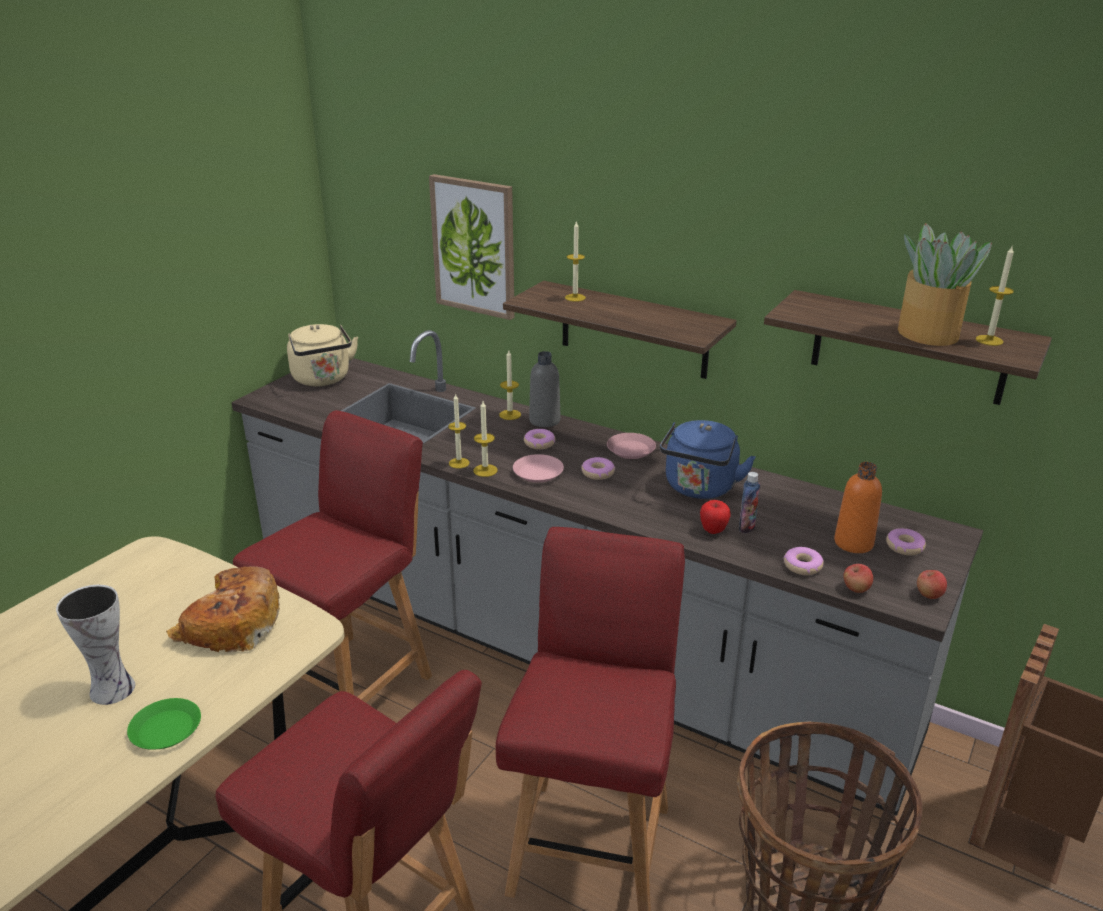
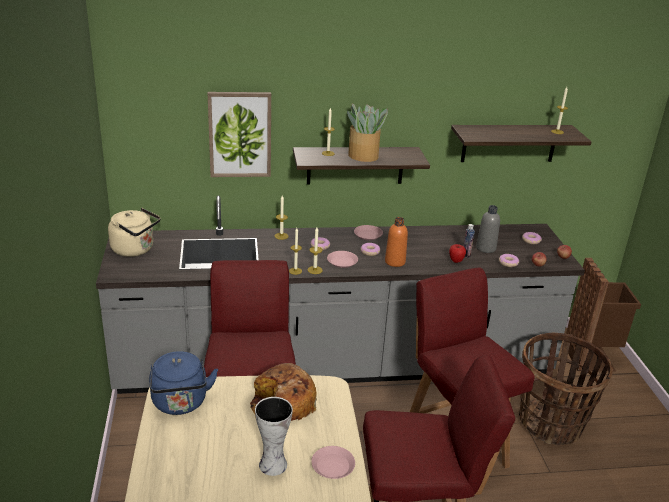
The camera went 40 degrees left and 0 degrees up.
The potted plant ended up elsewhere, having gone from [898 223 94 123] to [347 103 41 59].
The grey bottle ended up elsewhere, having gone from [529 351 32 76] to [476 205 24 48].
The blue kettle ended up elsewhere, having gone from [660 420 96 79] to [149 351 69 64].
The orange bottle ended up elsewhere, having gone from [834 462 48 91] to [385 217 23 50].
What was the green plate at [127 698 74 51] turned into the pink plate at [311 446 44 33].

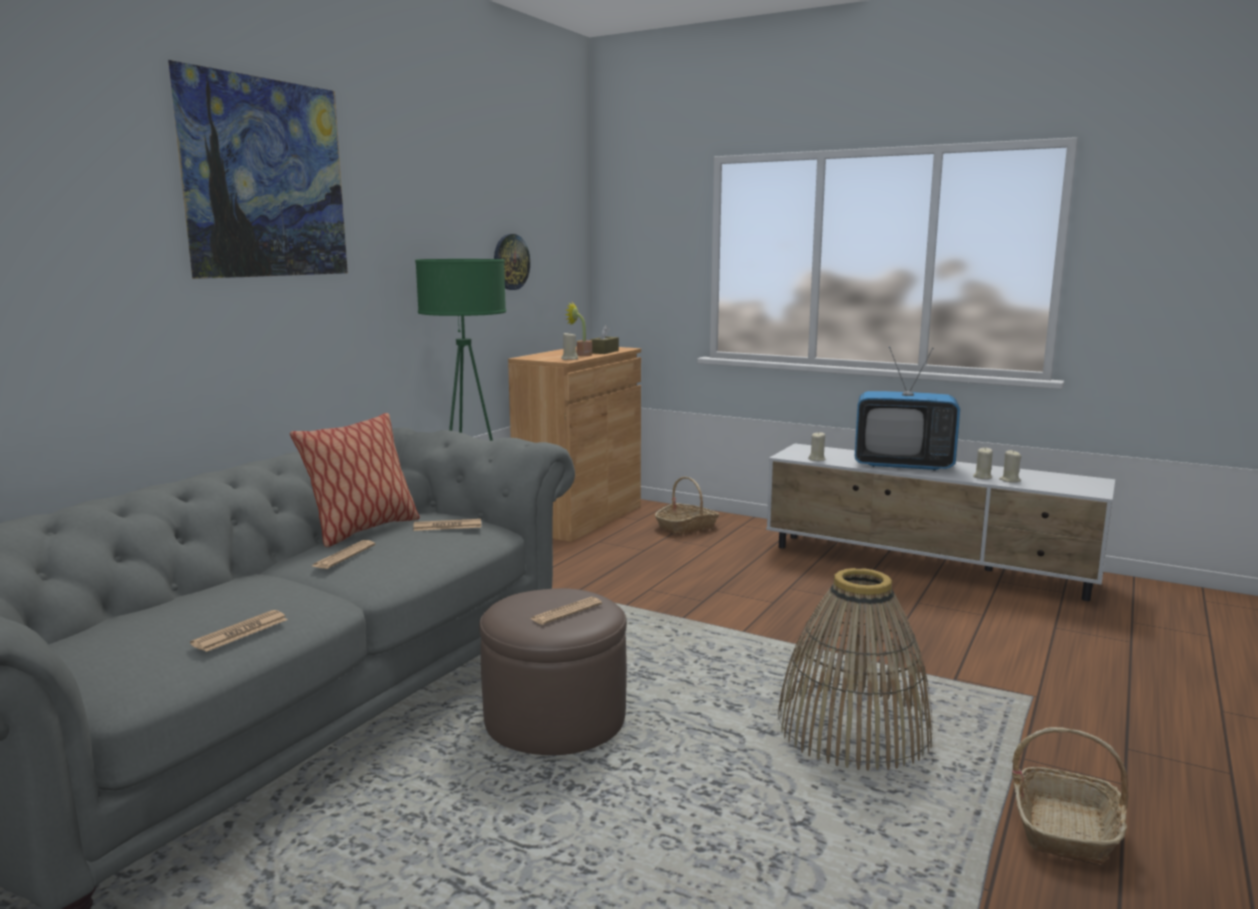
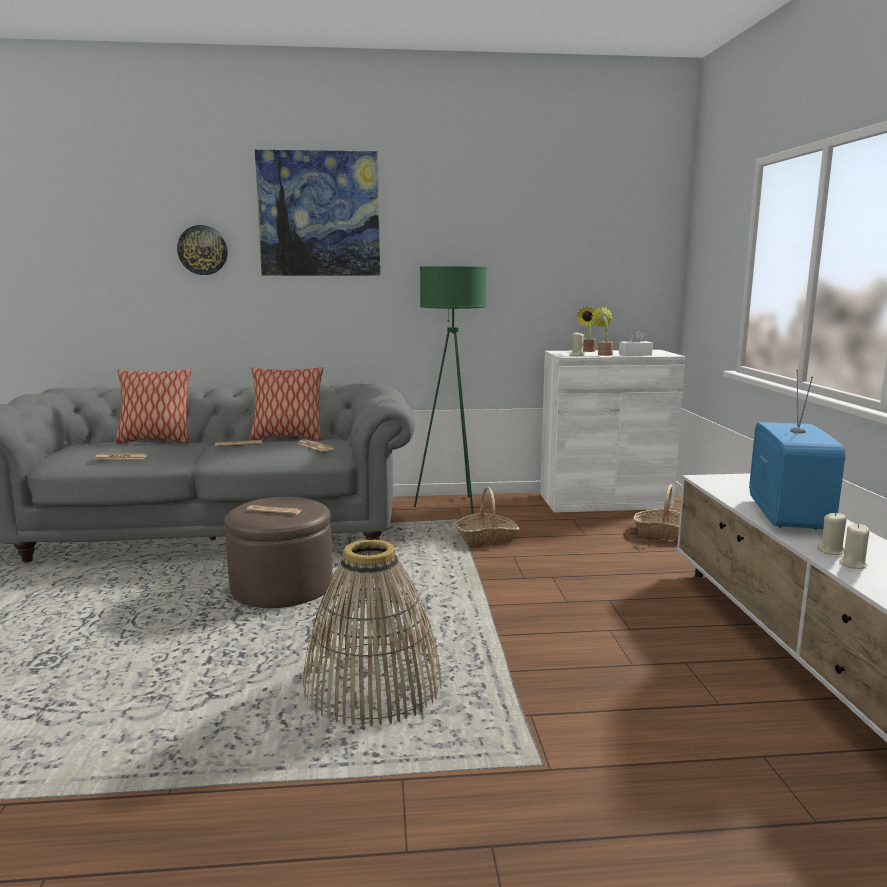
The camera went 55 degrees right and 0 degrees up.
The wall clock ended up elsewhere, having gone from [494 234 36 56] to [177 225 51 50].
What was the brown tissue box at [590 325 29 29] turned into the white tissue box at [619 330 34 26].
What was the brown cabinet at [508 346 133 196] turned into the white cabinet at [540 350 145 163].
The television at [855 347 105 124] ended up facing another way, 150 degrees counterclockwise from before.
The second view lost the beige candle at [808 432 18 29].
The basket ended up elsewhere, having gone from [1012 727 116 139] to [455 487 64 58].
The second view gained the potted plant at [576 306 20 46].
The second view gained the pillow at [115 368 76 76].

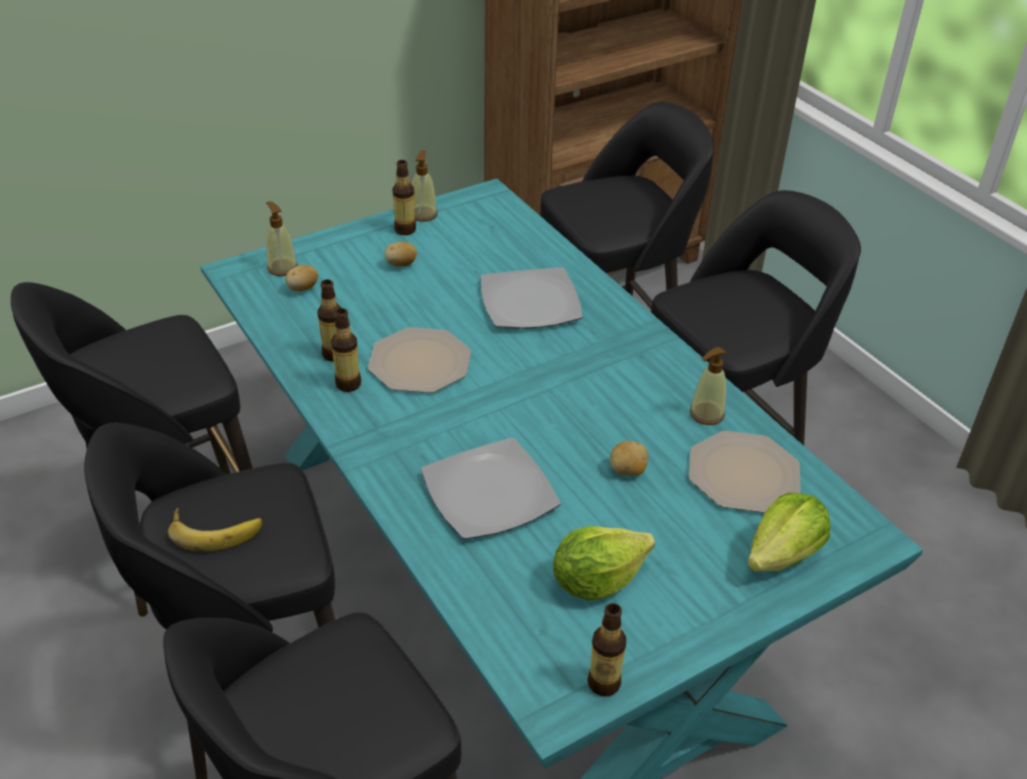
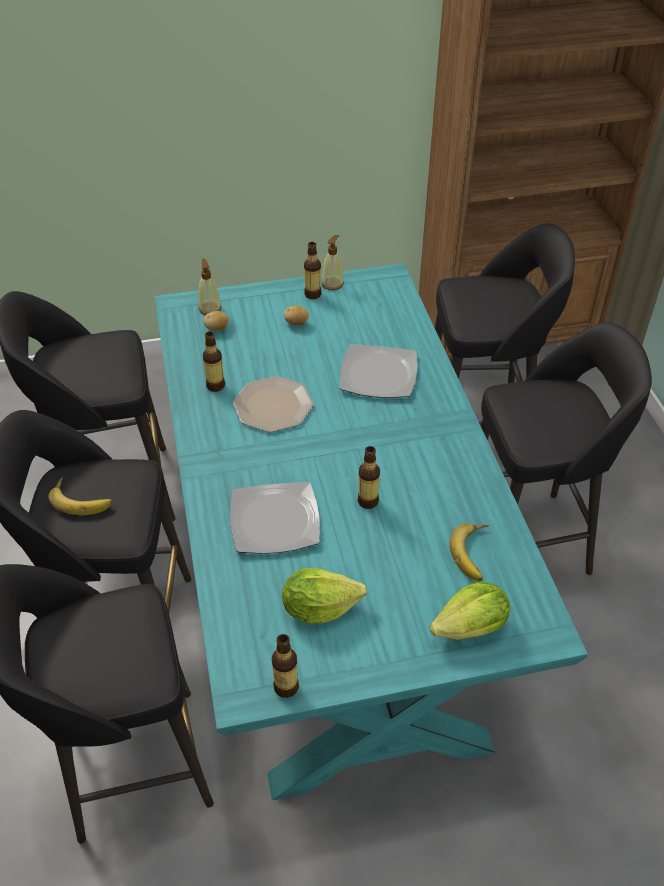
The camera went 20 degrees right and 5 degrees up.
The bottle ended up elsewhere, having gone from [331 308 30 84] to [358 446 22 63].
The second view lost the soap dispenser at [690 347 37 78].
Where the plate stood at [689 431 112 82], the banana came to stand at [450 523 39 58].
The second view lost the potato at [610 441 38 35].

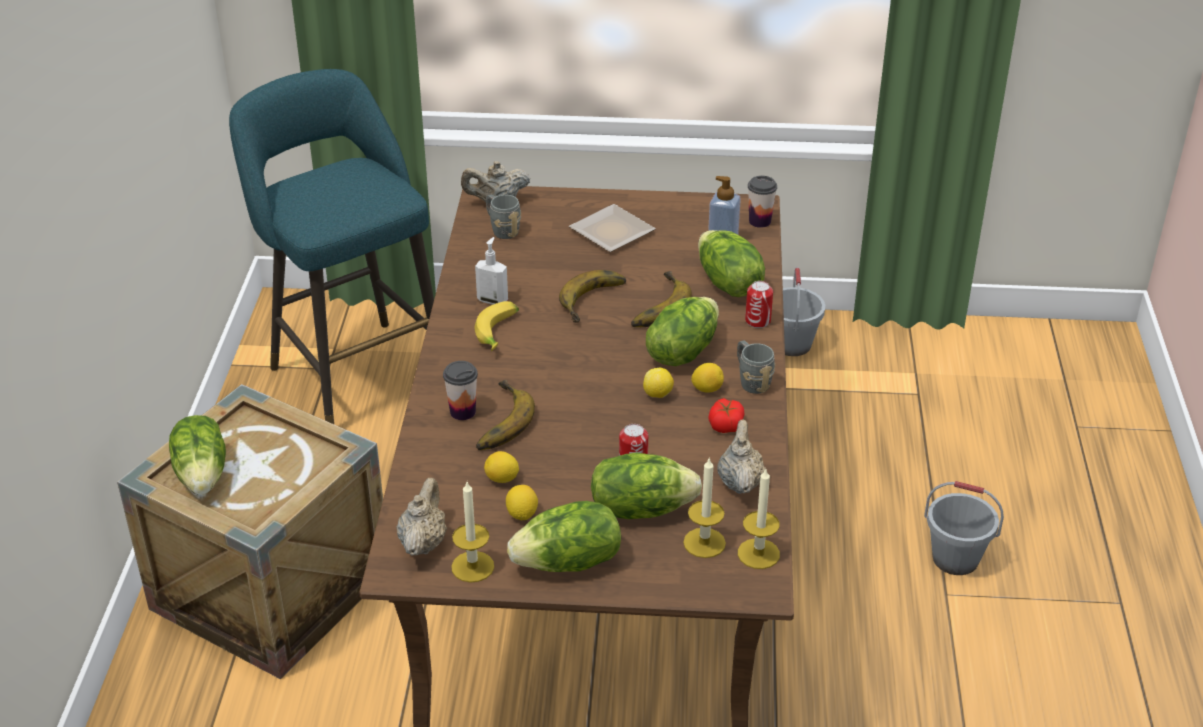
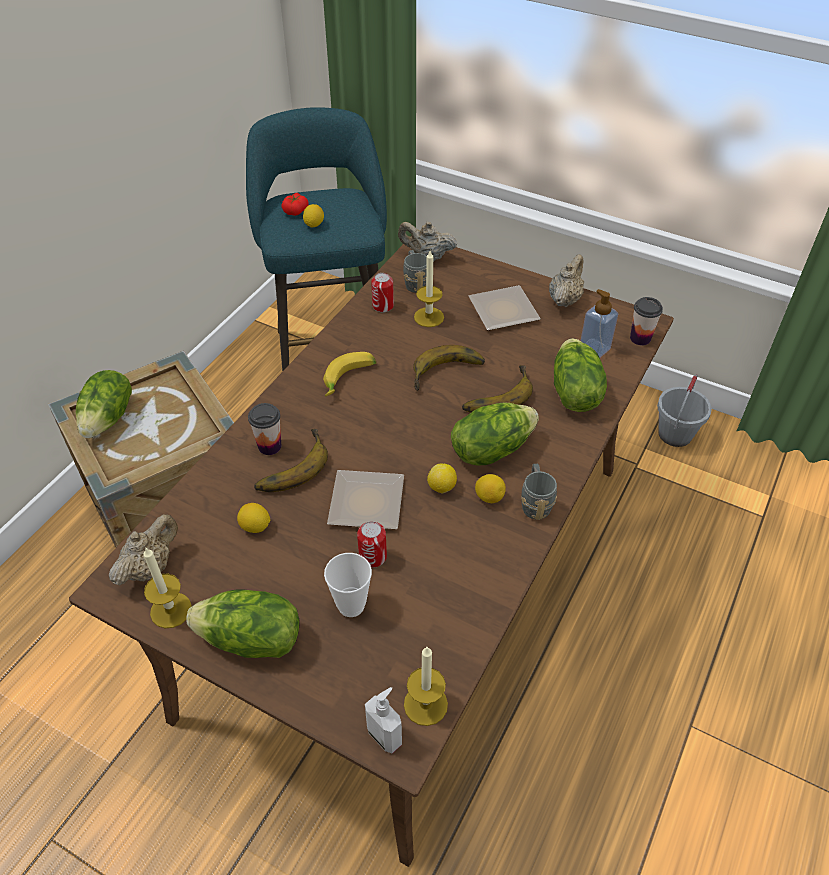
The camera went 25 degrees right and 10 degrees up.
The soap dispenser ended up elsewhere, having gone from [475 237 33 68] to [365 687 37 66].
The can ended up elsewhere, having gone from [745 281 28 47] to [371 273 23 40].
The tomato ended up elsewhere, having gone from [708 398 37 35] to [281 193 28 23].
The beige teapot ended up elsewhere, having gone from [717 419 48 75] to [549 254 35 53].
Where the lettuce stood at [591 452 111 67], the cup came to stand at [324 553 48 64].
The candle ended up elsewhere, having gone from [683 457 43 101] to [414 251 30 76].
The second view lost the grey bucket at [924 481 80 94].
The lemon ended up elsewhere, having gone from [506 485 32 35] to [303 204 21 24].
The second view gained the plate at [327 470 77 59].

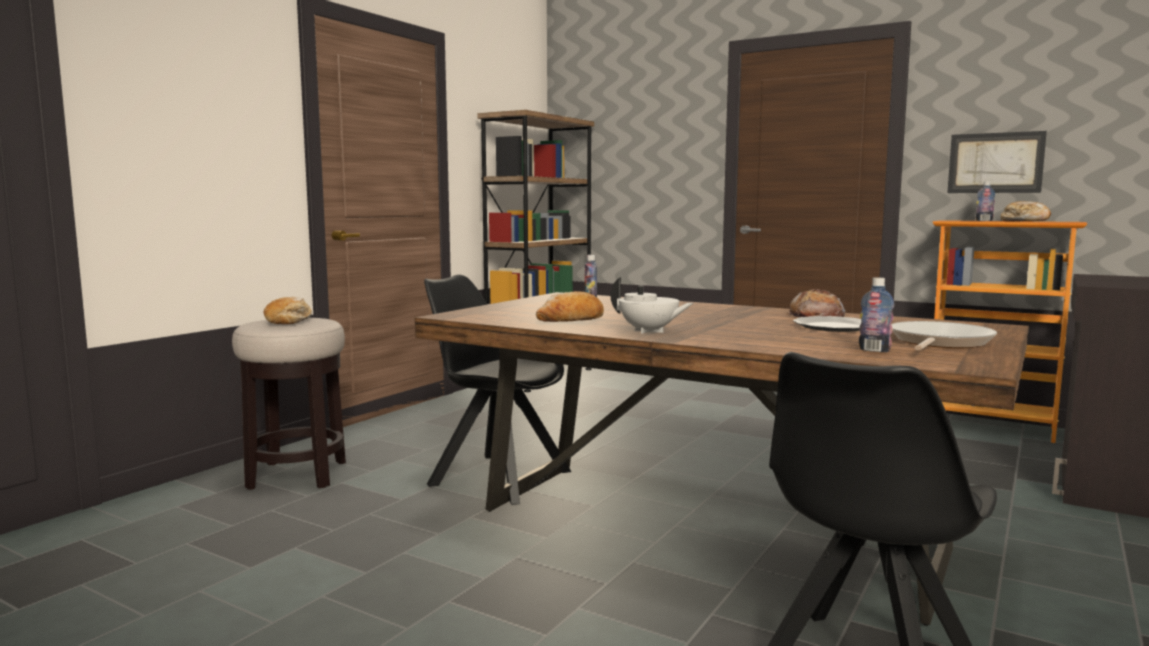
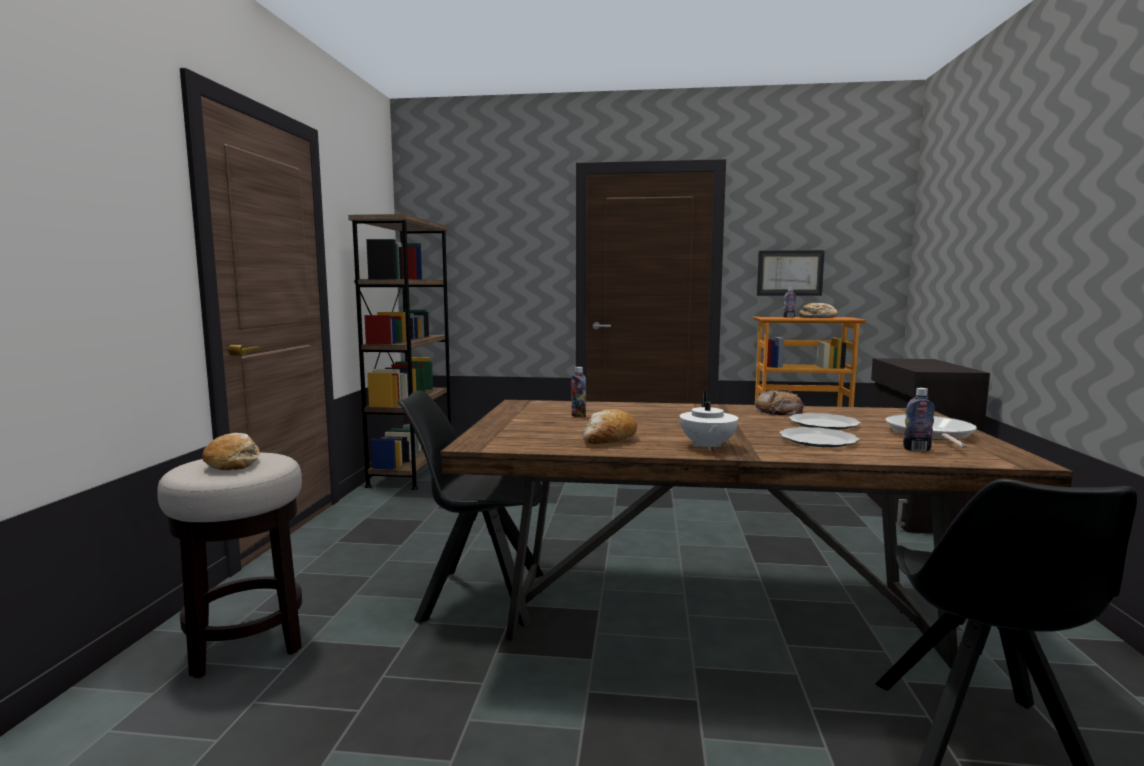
The camera went 25 degrees left and 0 degrees up.
The white teapot at [611 277 82 57] ended up facing another way, 90 degrees clockwise from before.
The second view gained the plate at [779 427 80 20].

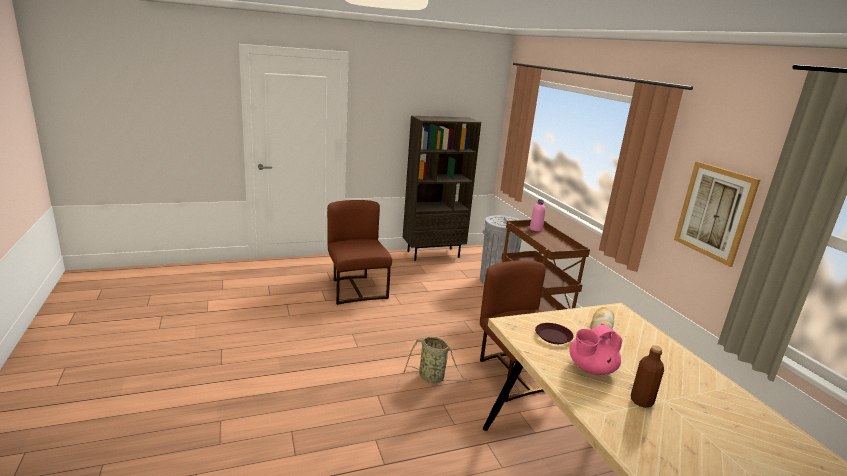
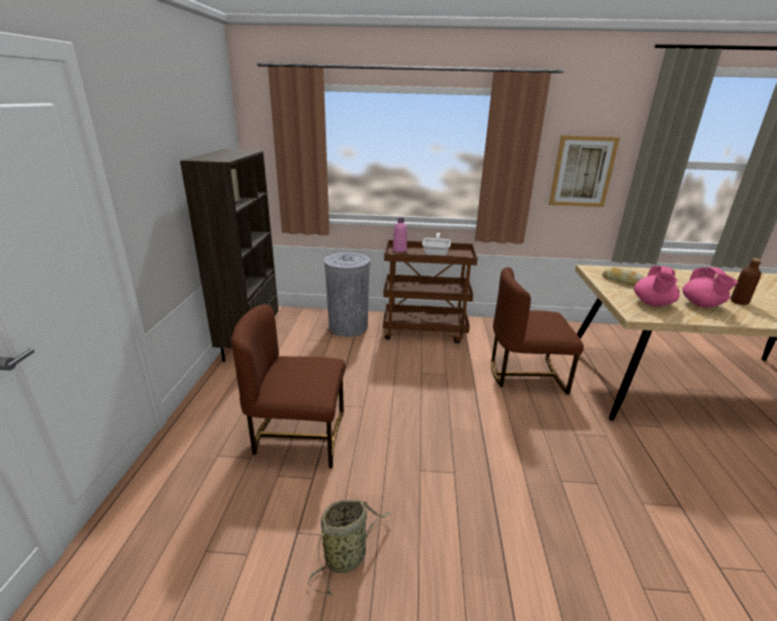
The camera went 65 degrees left and 5 degrees up.
Where the brown plate stood at [535 323 39 21], the pink teapot came to stand at [634 266 46 41].
The basket ended up elsewhere, having gone from [404 337 67 46] to [308 499 83 97].
The second view gained the frying pan at [422 233 29 23].

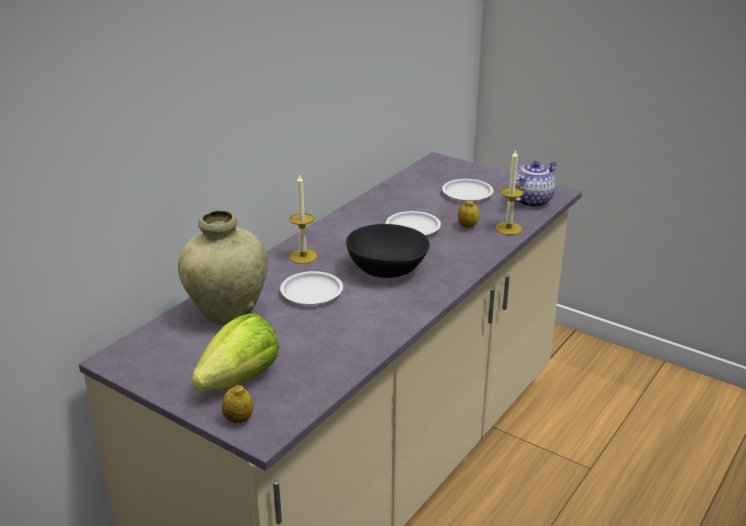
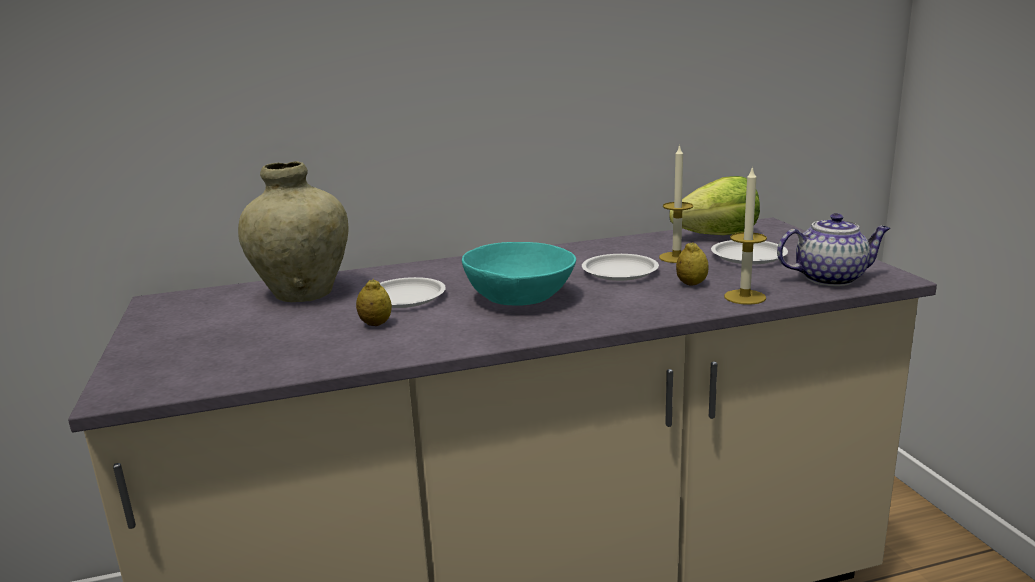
The camera went 40 degrees right and 10 degrees down.
The candle ended up elsewhere, having gone from [290 173 27 91] to [659 144 34 119].
What was the black bowl at [346 224 84 54] turned into the turquoise bowl at [462 242 114 64].
The lettuce ended up elsewhere, having gone from [192 314 87 77] to [669 176 91 59].
The lemon ended up elsewhere, having gone from [222 385 31 38] to [356 279 36 47].

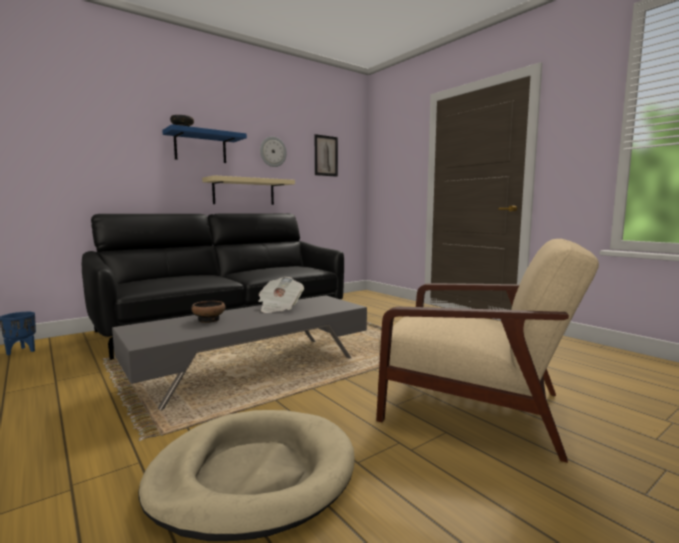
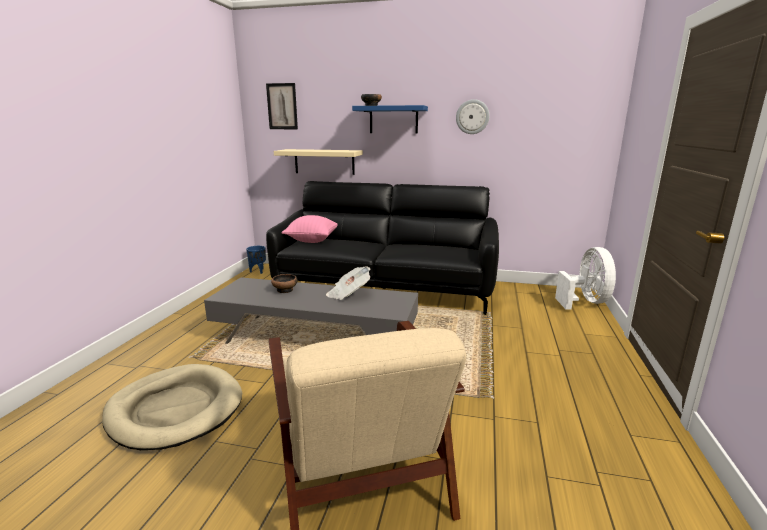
The camera went 50 degrees right and 10 degrees up.
The picture ended up elsewhere, having gone from [315 134 23 43] to [266 83 32 46].
The beige shelf ended up elsewhere, having gone from [202 175 93 30] to [274 149 89 26].
The second view gained the pink pillow at [281 215 57 28].
The second view gained the white fan at [555 247 61 63].

